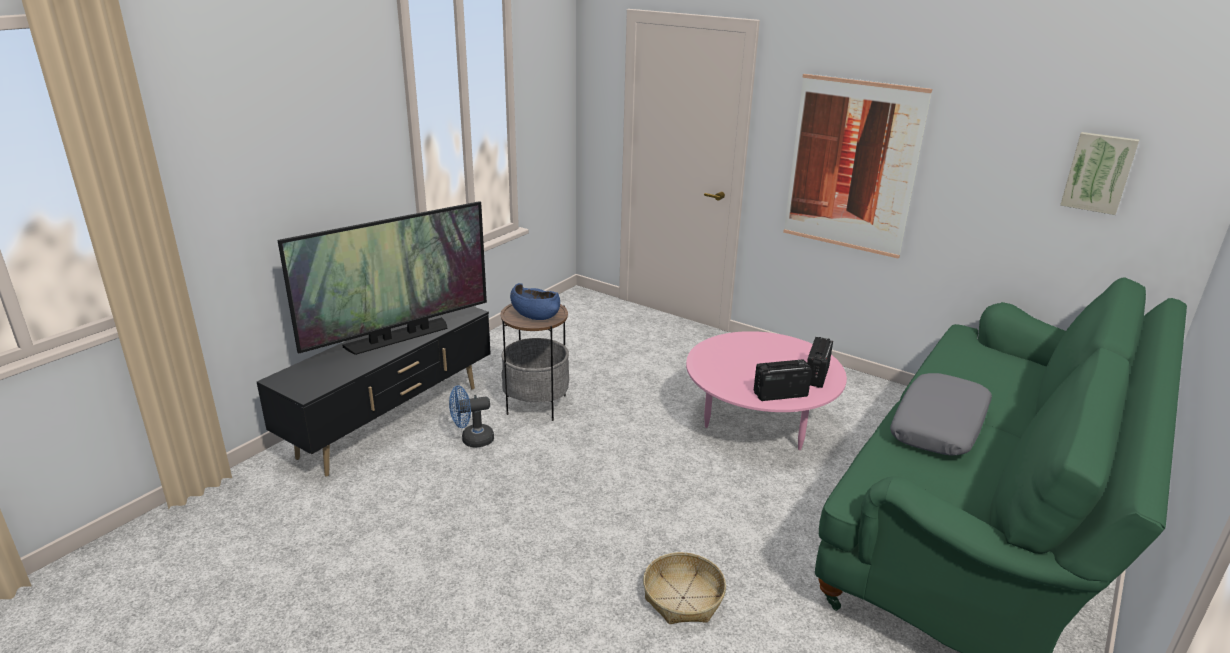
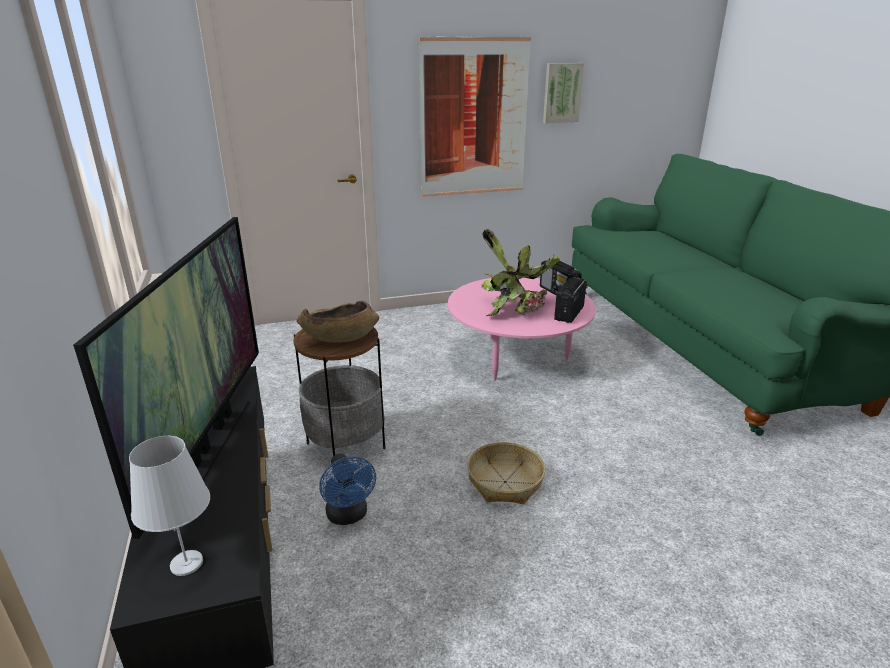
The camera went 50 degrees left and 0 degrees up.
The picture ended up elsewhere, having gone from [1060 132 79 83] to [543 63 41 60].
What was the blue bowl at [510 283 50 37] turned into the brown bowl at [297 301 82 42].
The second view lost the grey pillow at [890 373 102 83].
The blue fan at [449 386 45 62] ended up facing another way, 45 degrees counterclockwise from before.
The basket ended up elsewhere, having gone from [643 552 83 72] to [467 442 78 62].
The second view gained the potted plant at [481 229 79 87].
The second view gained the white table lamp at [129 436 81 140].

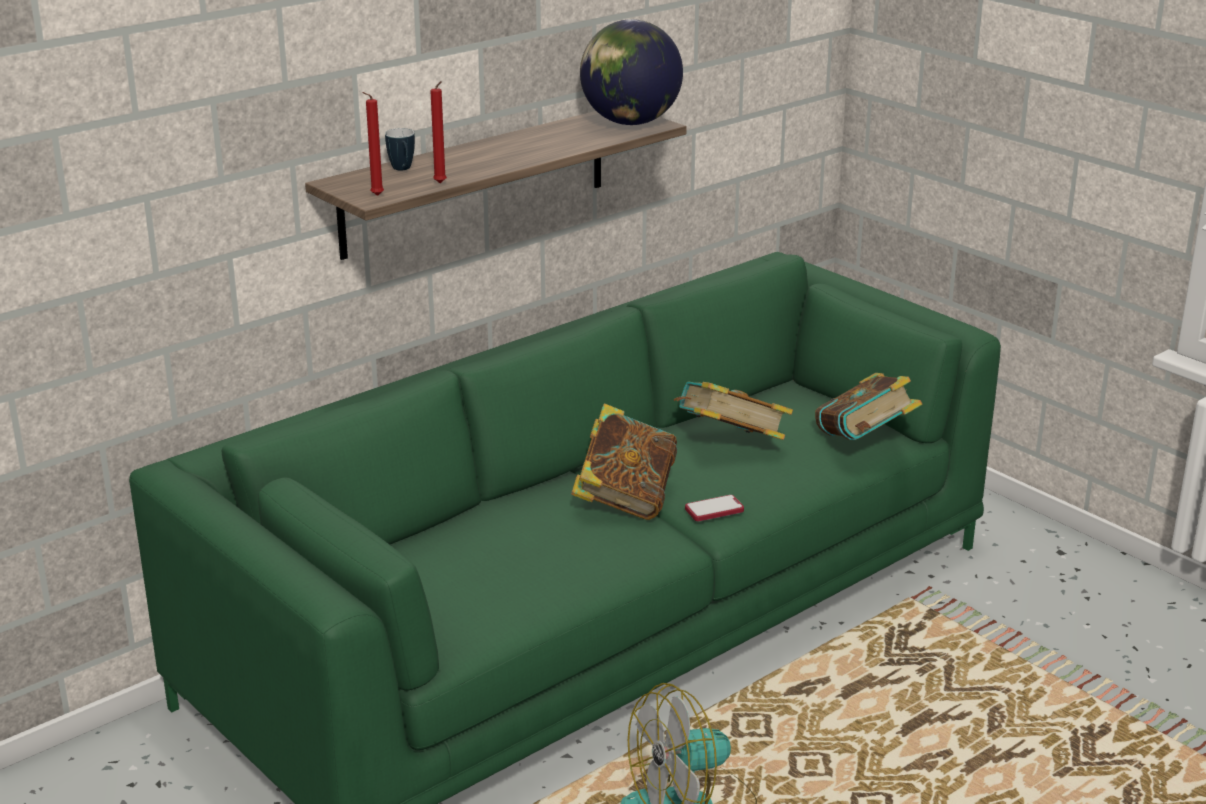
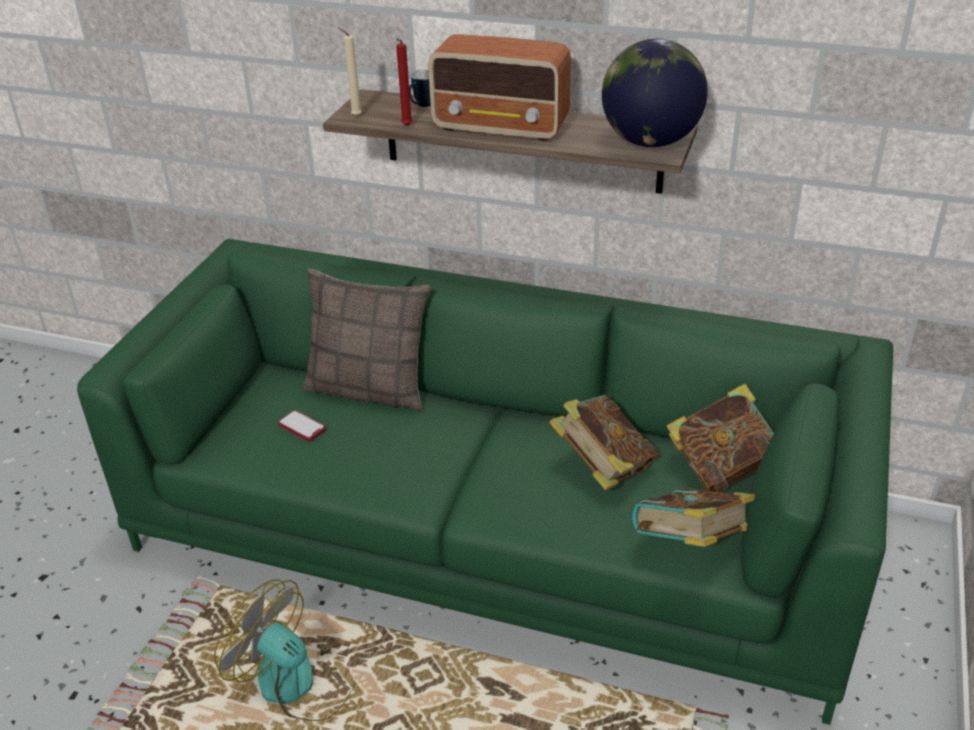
The camera went 60 degrees right and 10 degrees up.
What was the red candle at [362 92 22 104] turned into the beige candle at [338 27 24 89].
The book ended up elsewhere, having gone from [571 404 106 116] to [667 383 107 109].
The phone ended up elsewhere, having gone from [685 495 59 26] to [278 410 48 32].
The second view gained the radio at [428 34 143 107].
The second view gained the pillow at [303 268 128 143].

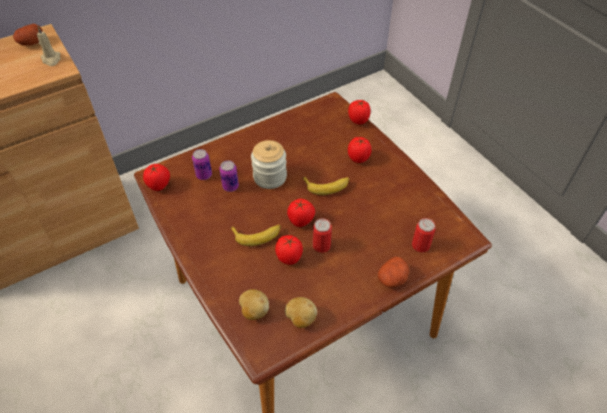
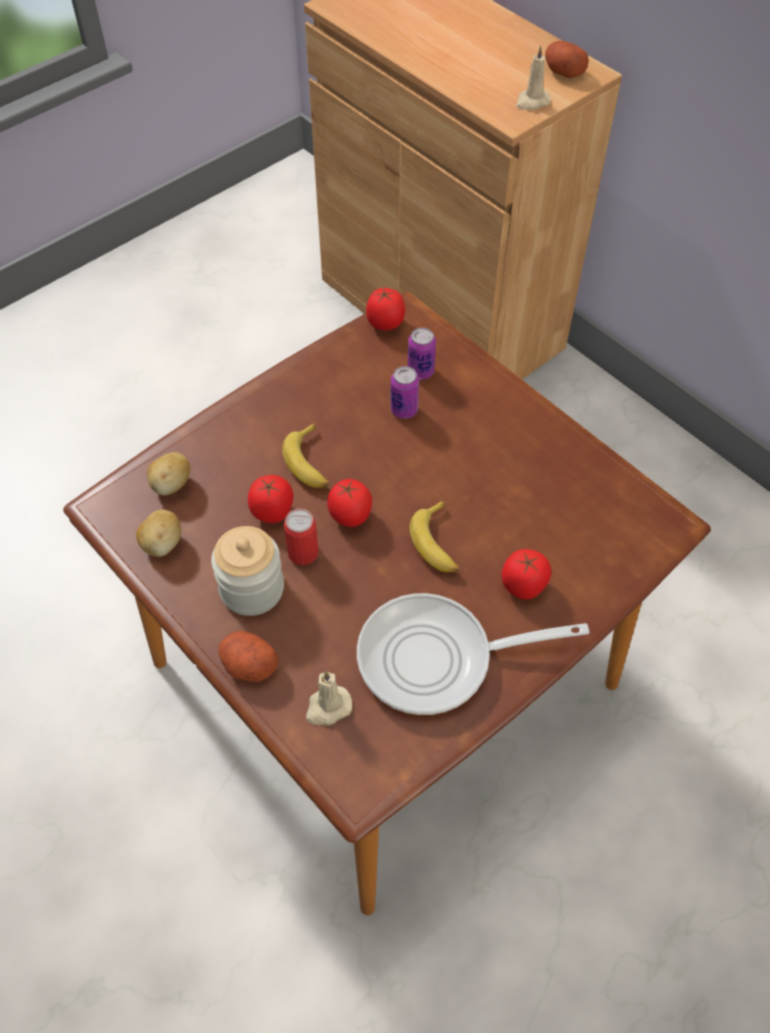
The camera went 80 degrees right and 5 degrees up.
The second view lost the tomato at [348 100 23 24].
The jar ended up elsewhere, having gone from [251 140 36 49] to [211 526 73 90].
Where the can stood at [412 218 23 34], the beige candle came to stand at [306 671 46 54].
The second view gained the frying pan at [357 593 232 122].

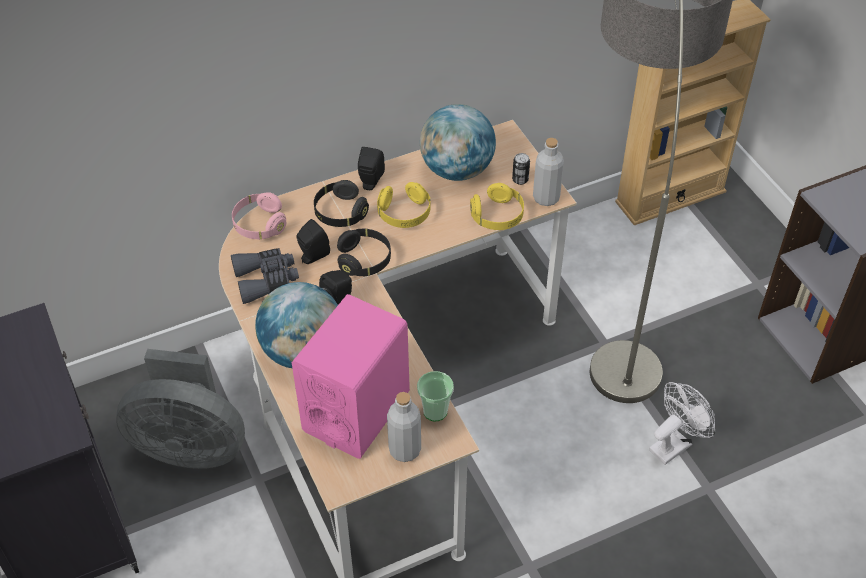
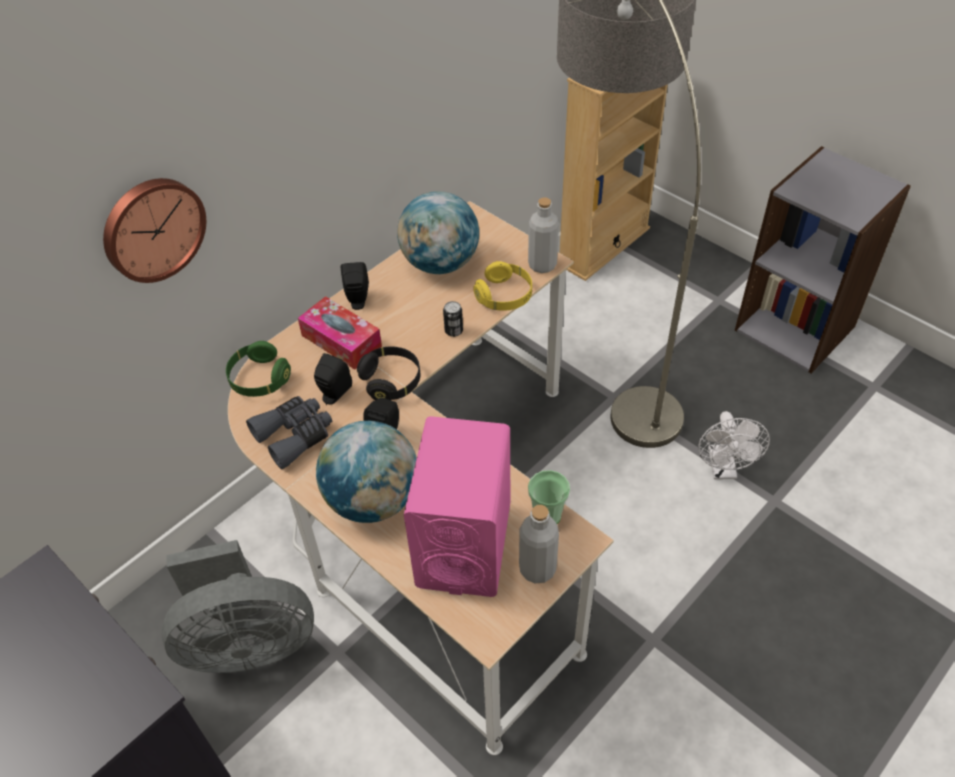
The camera went 20 degrees left and 0 degrees up.
The can ended up elsewhere, having gone from [512 153 18 32] to [443 301 20 36].
Where the black headphones stood at [314 180 55 47], the tissue box came to stand at [298 296 84 74].
The second view lost the yellow headphones at [377 182 54 46].
What was the pink headphones at [232 192 54 47] turned into the green headphones at [226 341 65 56].
The white fan at [649 382 66 83] ended up facing another way, 150 degrees clockwise from before.
The second view gained the wall clock at [103 178 103 105].

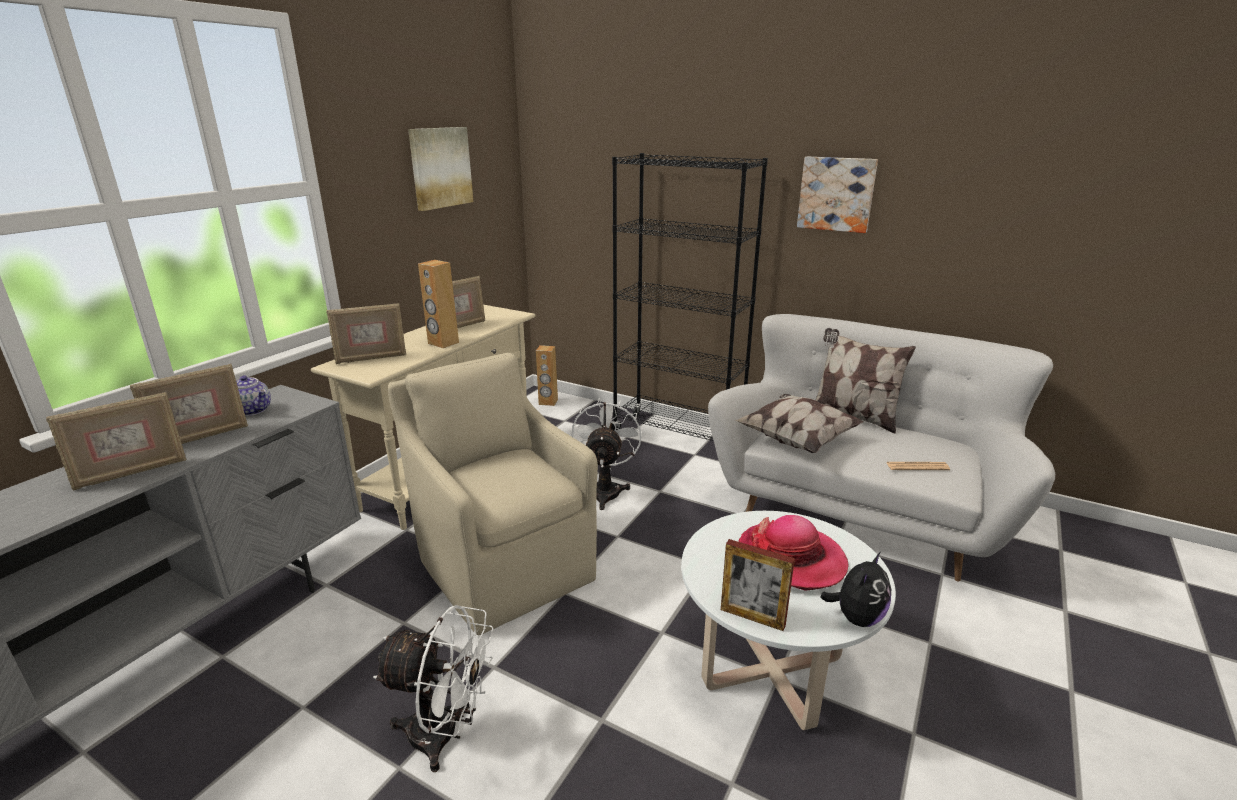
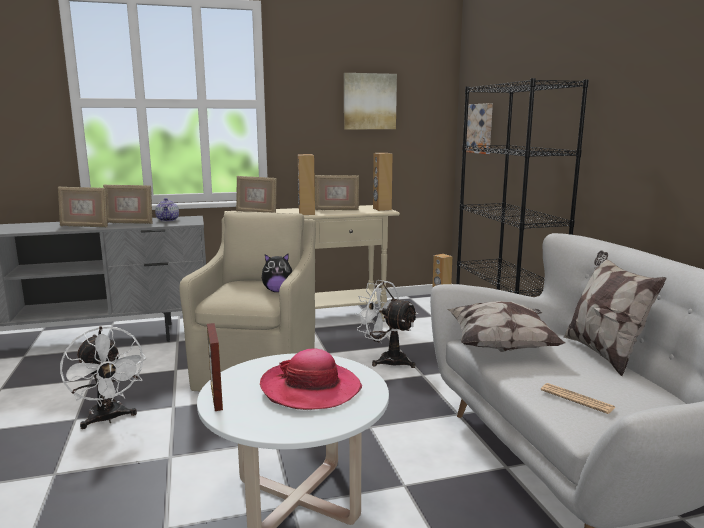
The camera went 45 degrees right and 10 degrees down.
The picture ended up elsewhere, having gone from [797 157 81 76] to [466 103 27 51].
The white fan at [572 398 70 112] ended up facing another way, 105 degrees counterclockwise from before.
The plush toy ended up elsewhere, having gone from [820 552 71 75] to [262 253 30 39].
The second view gained the brown speaker at [373 153 20 58].

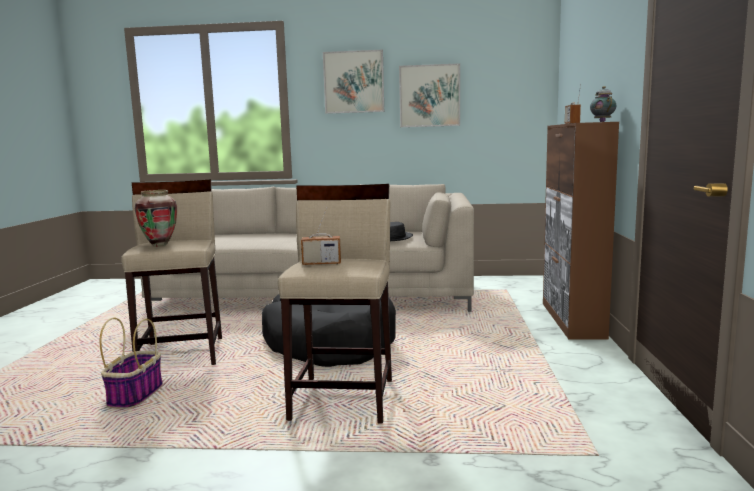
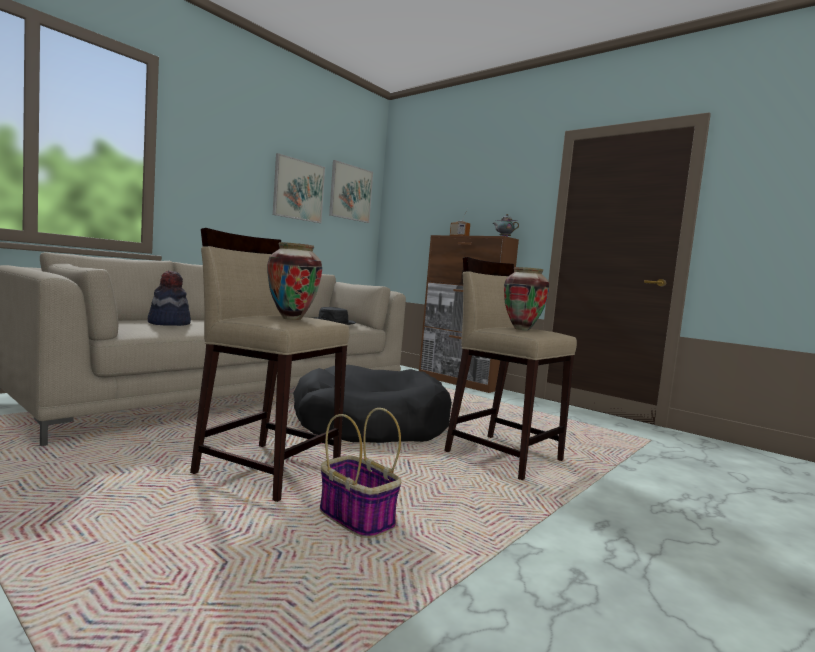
The camera went 55 degrees left and 5 degrees down.
The picture ended up elsewhere, having gone from [323 50 61 64] to [329 160 44 63].
Where the radio stood at [301 207 40 58], the vase came to stand at [504 267 46 63].
The second view gained the hat at [148 271 43 55].

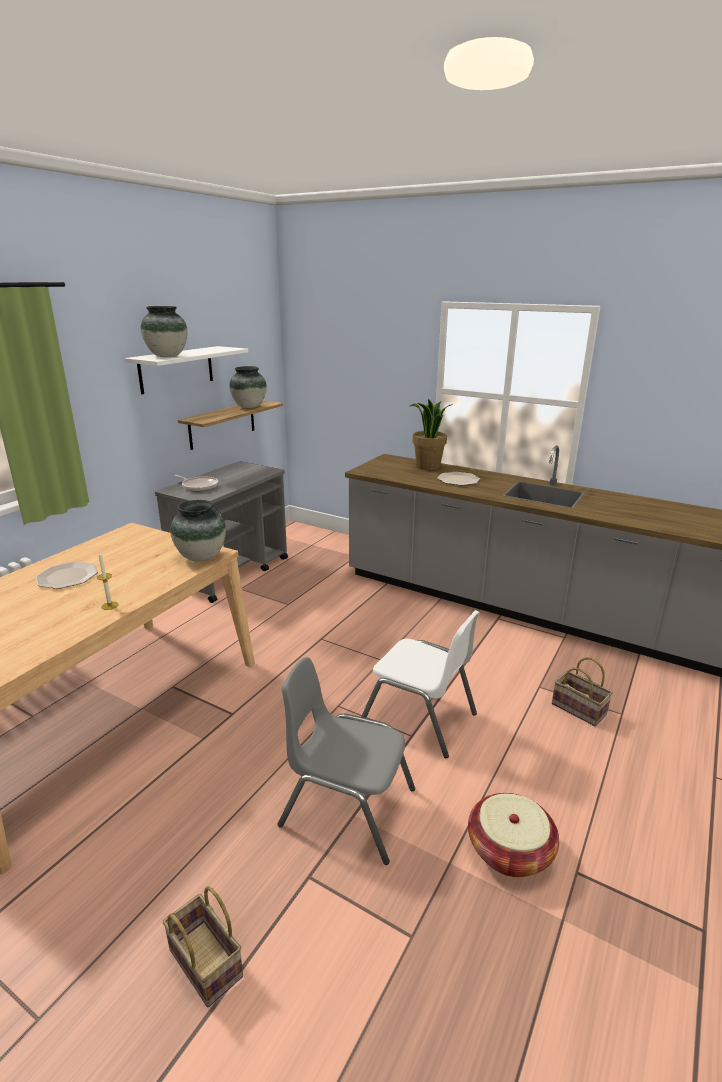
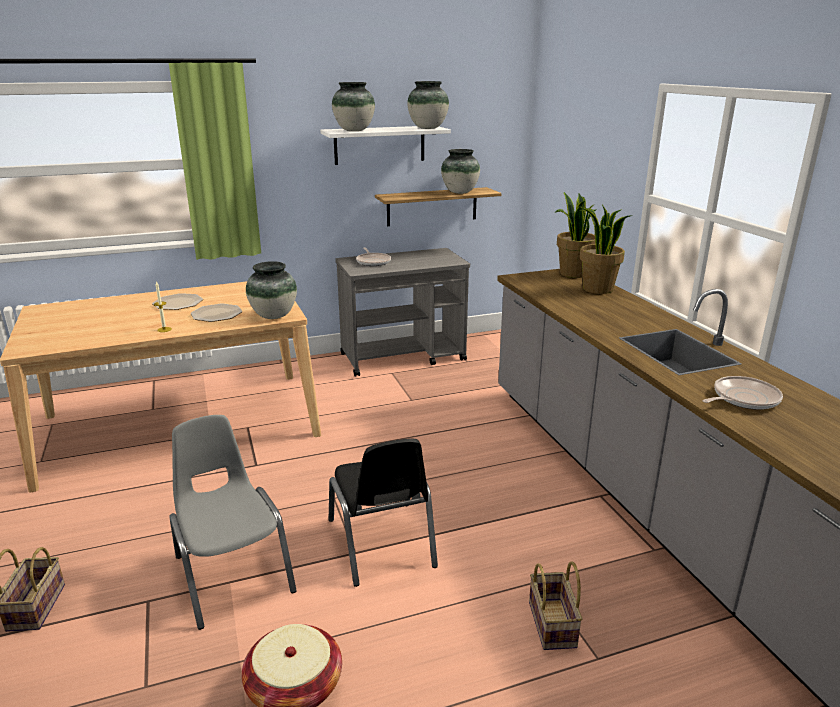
The camera went 40 degrees right and 0 degrees up.
The plate ended up elsewhere, having gone from [438 472 42 13] to [191 304 51 18].
What was the white chair at [361 610 119 148] turned into the black chair at [329 438 109 149].
The second view gained the vase at [407 81 42 48].
The second view gained the potted plant at [555 192 42 86].
The second view gained the frying pan at [703 376 80 34].

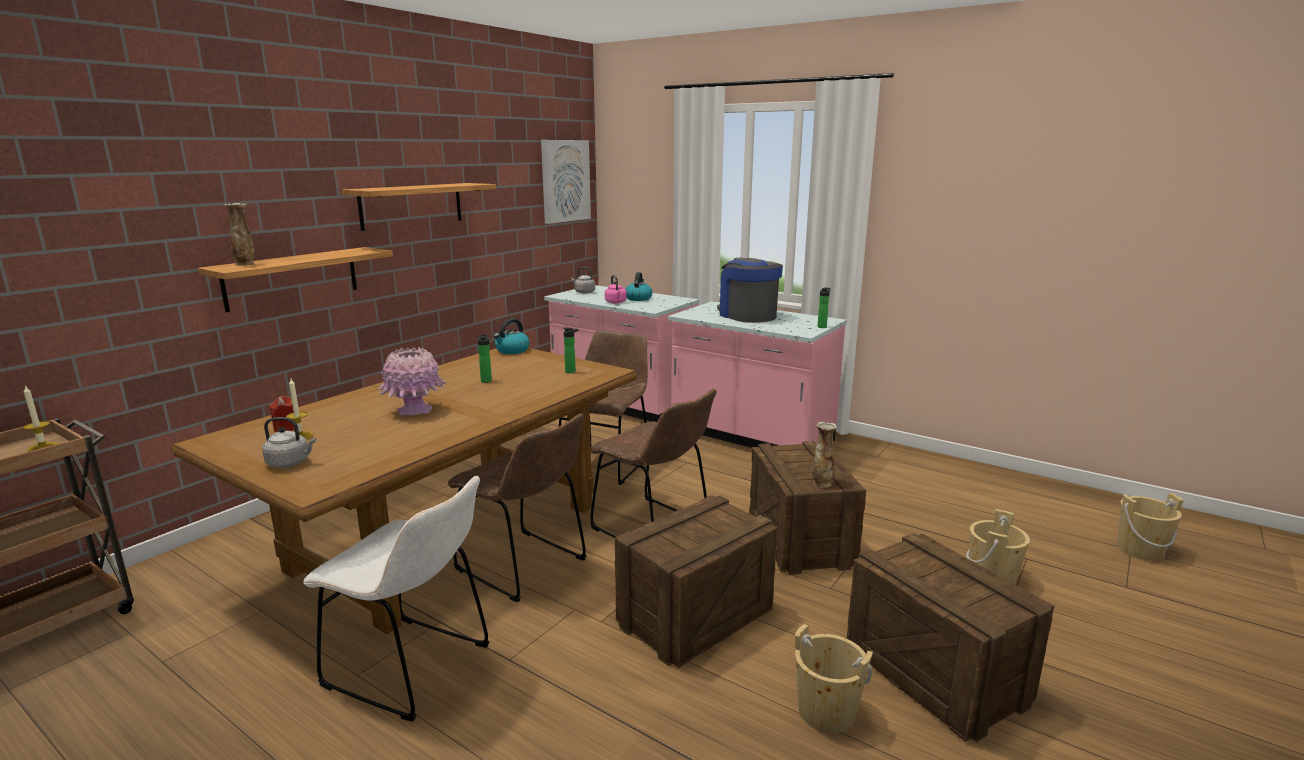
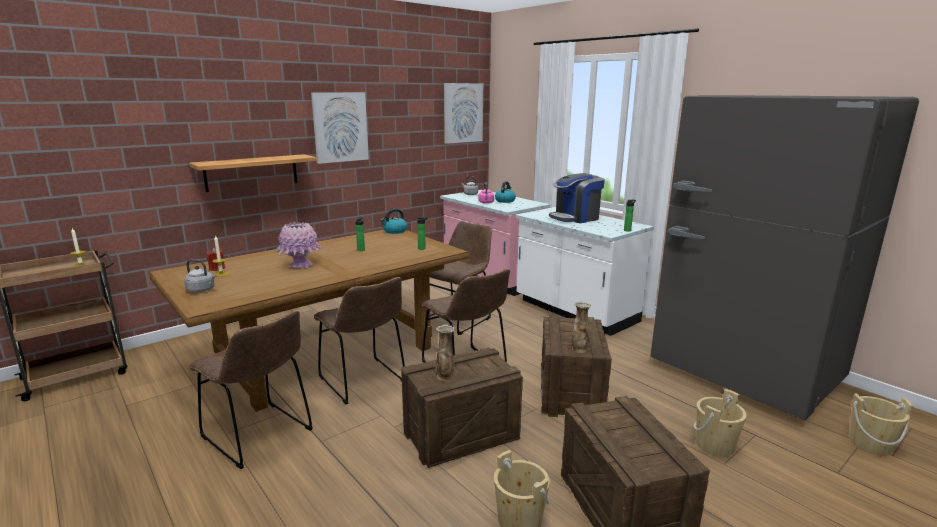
The camera went 15 degrees right and 0 degrees up.
Where the shelf hung at [342 183 154 48], the picture came to hang at [311 92 58 72].
The vase ended up elsewhere, having gone from [224 203 31 63] to [436 324 19 57].
The coffee machine at [717 258 66 65] ended up facing another way, 105 degrees counterclockwise from before.
What was the pink counter at [668 301 179 147] turned into the white counter at [516 207 138 129].
What was the white chair at [303 476 187 246] turned into the brown chair at [189 310 124 159].
The second view gained the grey fridge at [650 95 269 325].

